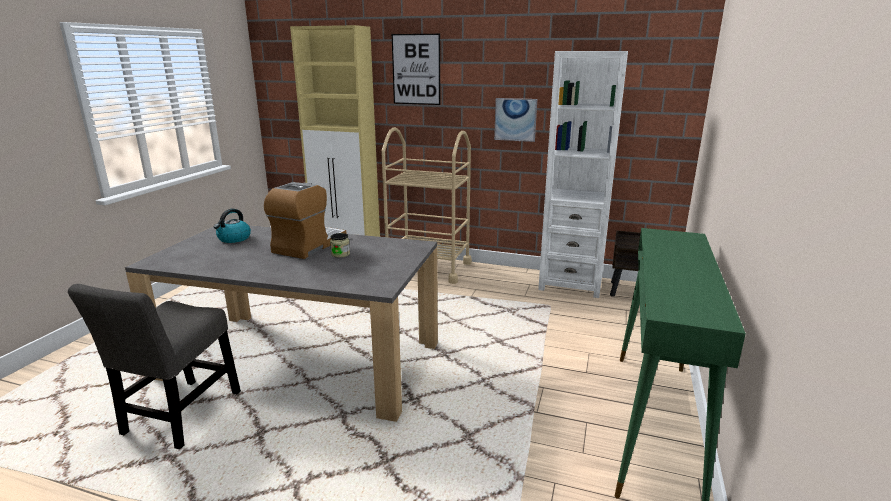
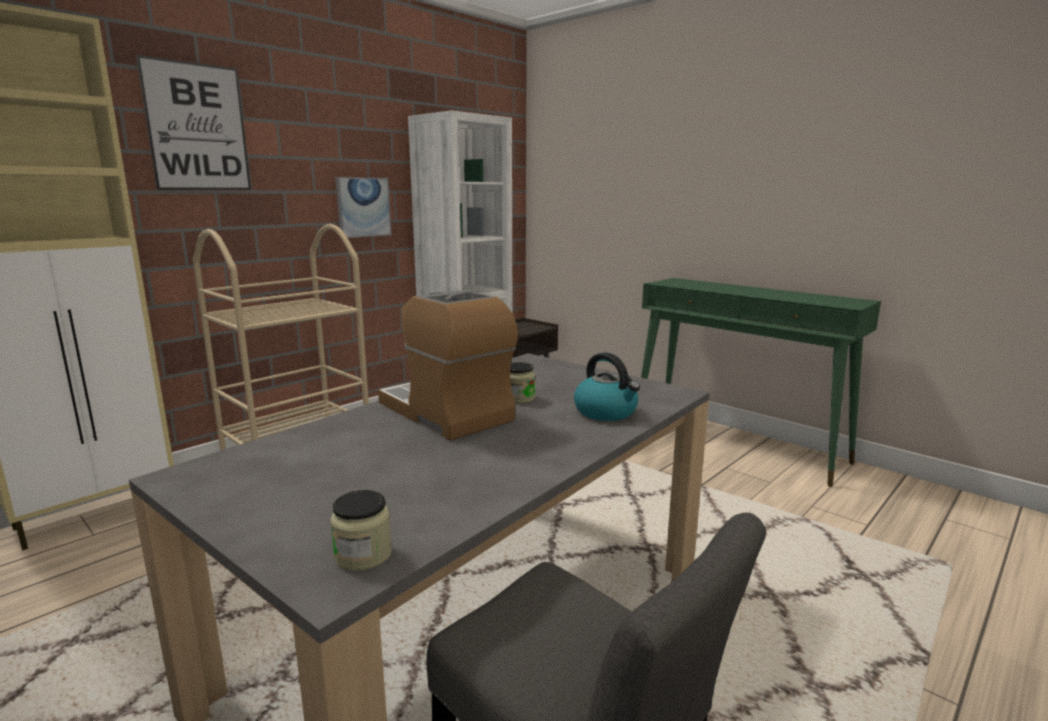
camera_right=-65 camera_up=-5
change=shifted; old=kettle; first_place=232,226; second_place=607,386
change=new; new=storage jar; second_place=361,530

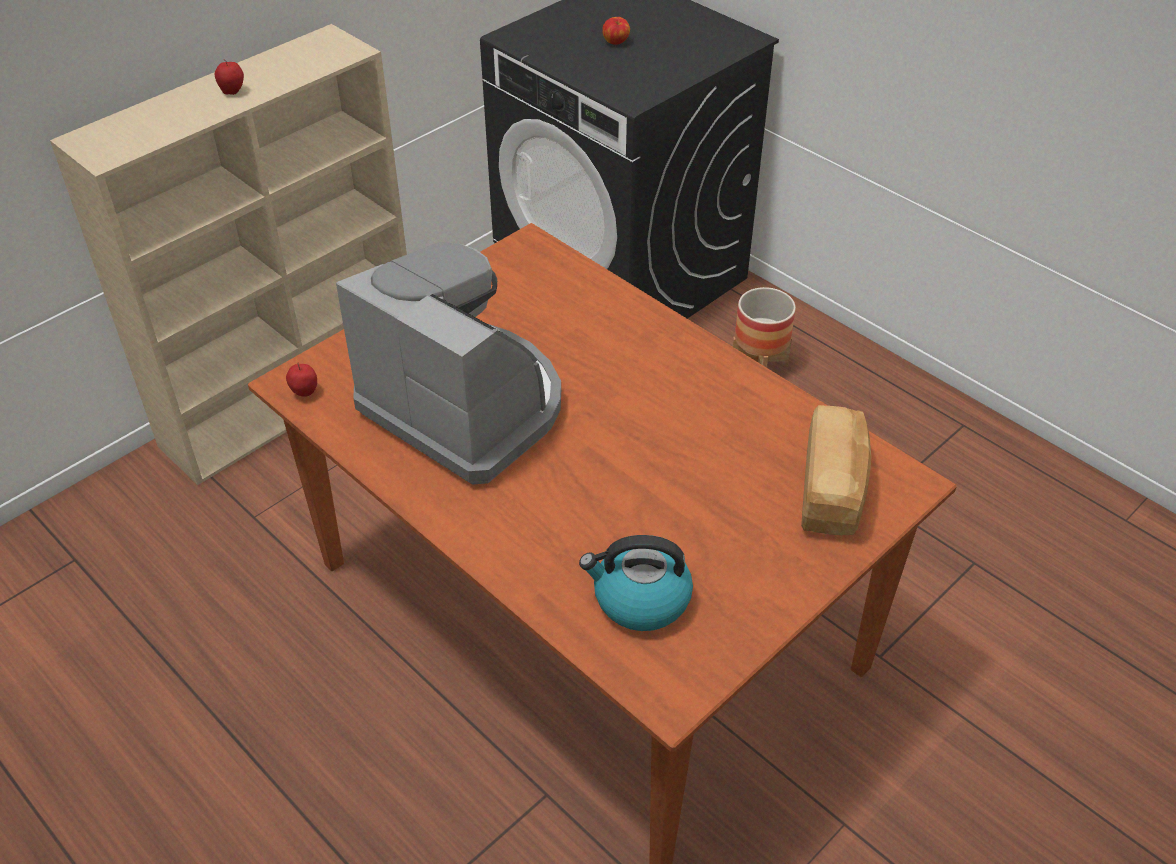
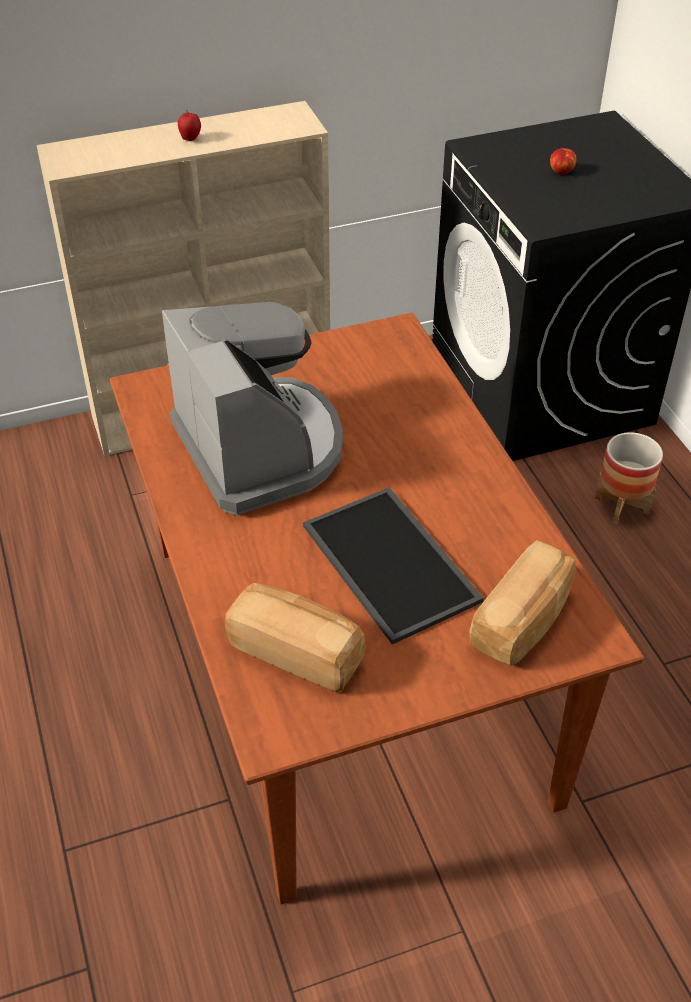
camera_right=25 camera_up=0
change=gone; old=whole apple; first_place=301,380
change=swapped; old=kettle; new=bakery bread; first_place=636,583; second_place=295,637
change=new; new=carrying tray; second_place=393,566

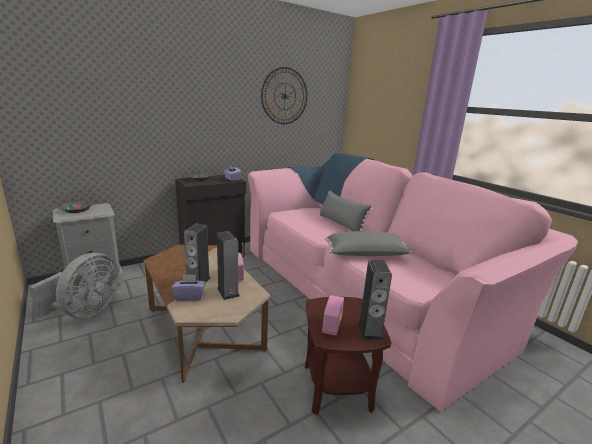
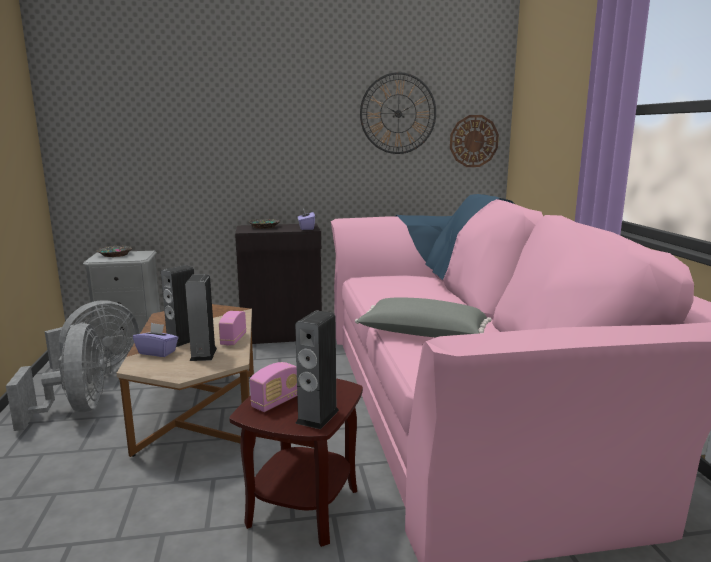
camera_right=25 camera_up=-5
change=gone; old=greyish pillow; first_place=346,211
change=new; new=clock on the wall; second_place=474,141
change=new; new=greyish electric fan; second_place=55,377

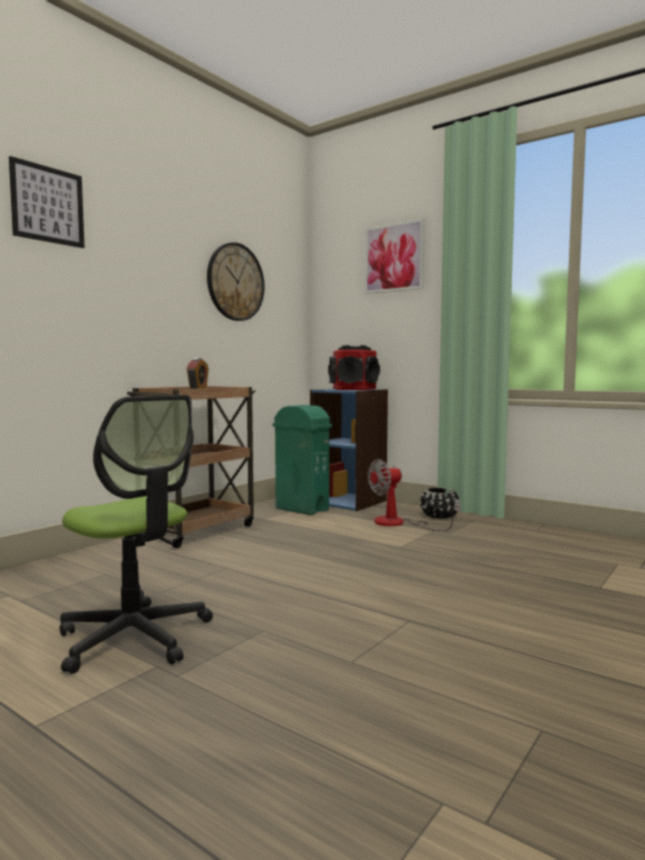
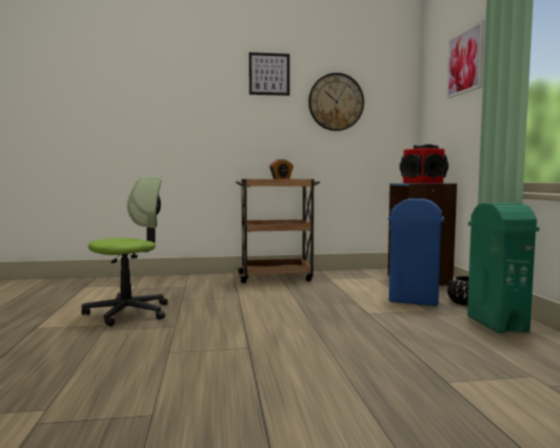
camera_right=45 camera_up=0
change=shifted; old=wall picture; first_place=47,202; second_place=269,74
change=rotated; old=computer chair; first_place=136,534; second_place=124,251; degrees=-135
change=shifted; old=greenish rubbish bin; first_place=302,460; second_place=503,268
change=swapped; old=electric fan; new=bluish rubbish bin; first_place=414,495; second_place=416,252

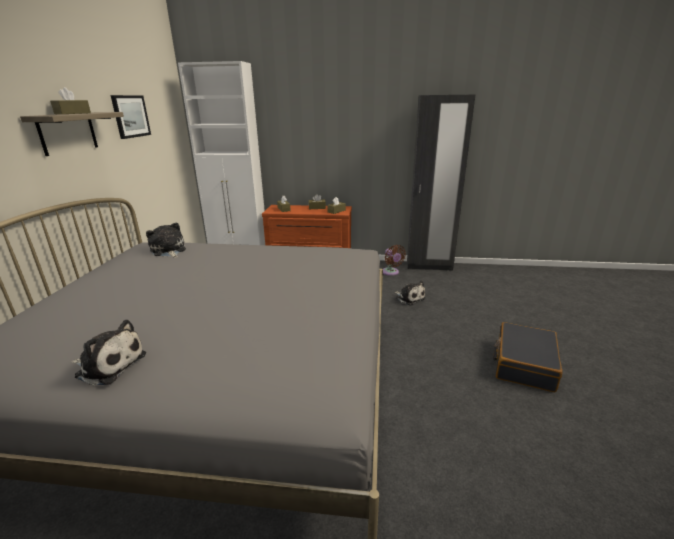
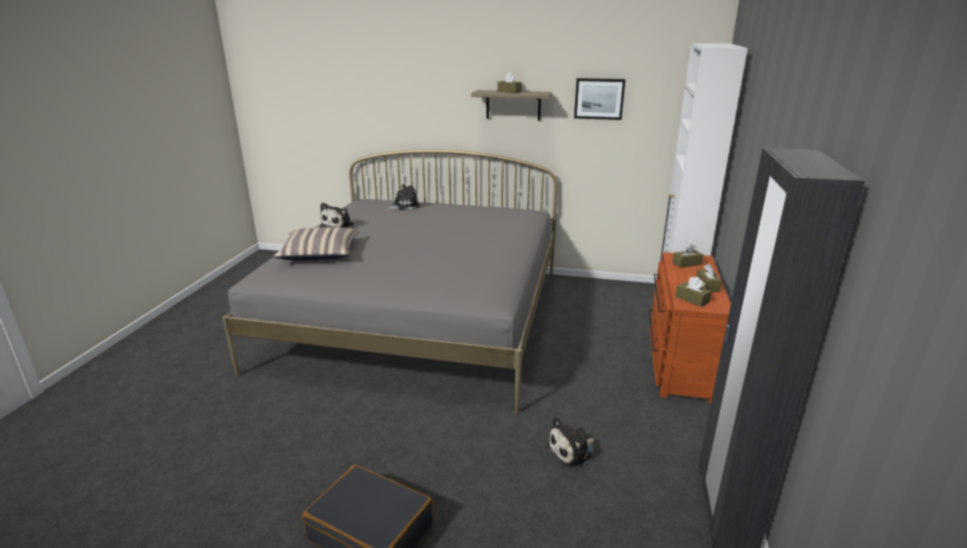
camera_right=95 camera_up=0
change=shifted; old=cuddly toy; first_place=166,240; second_place=403,197
change=gone; old=brownish electric fan; first_place=394,260
change=new; new=pillow; second_place=316,243

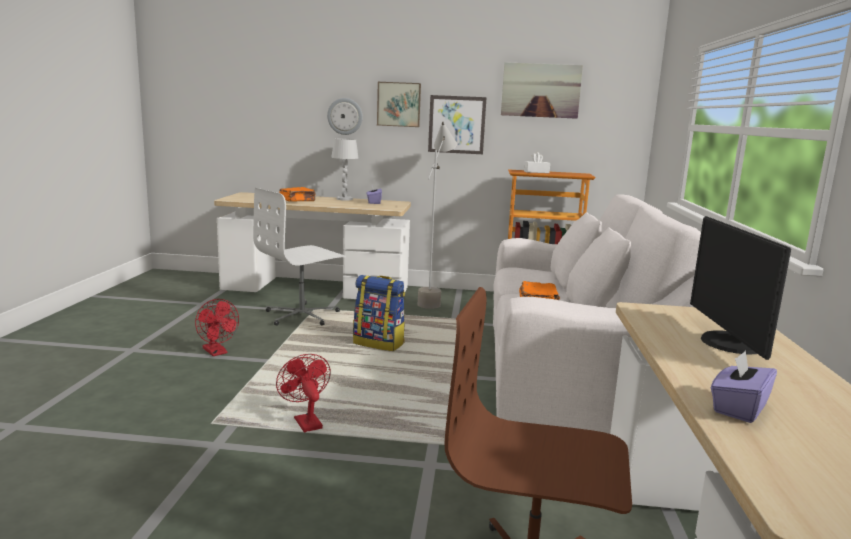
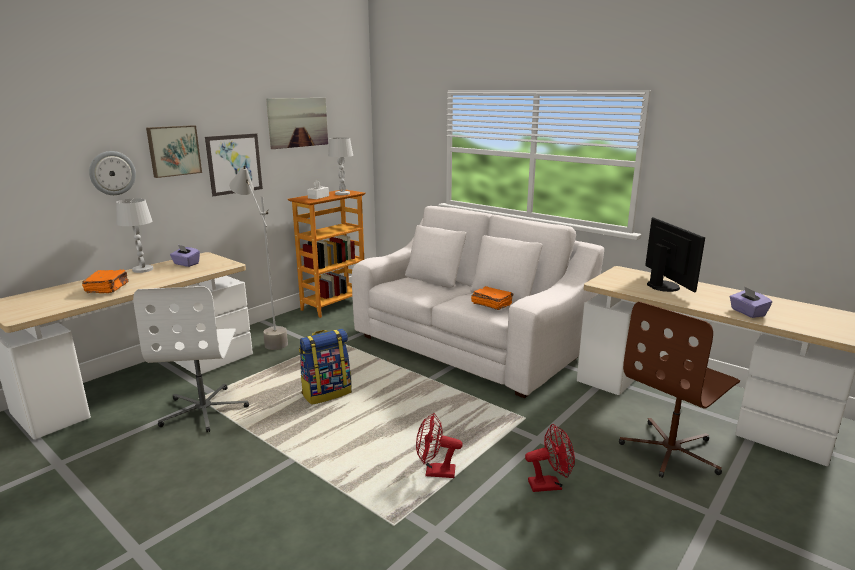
camera_right=-55 camera_up=5
change=rotated; old=computer display; first_place=740,288; second_place=675,255; degrees=-135
change=shifted; old=red electric fan; first_place=217,327; second_place=550,458
change=new; new=whitish tabletop lamp; second_place=340,166

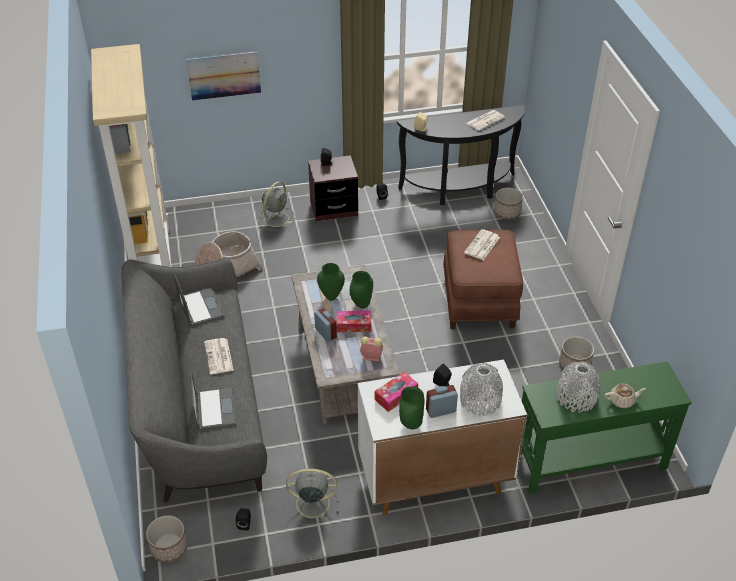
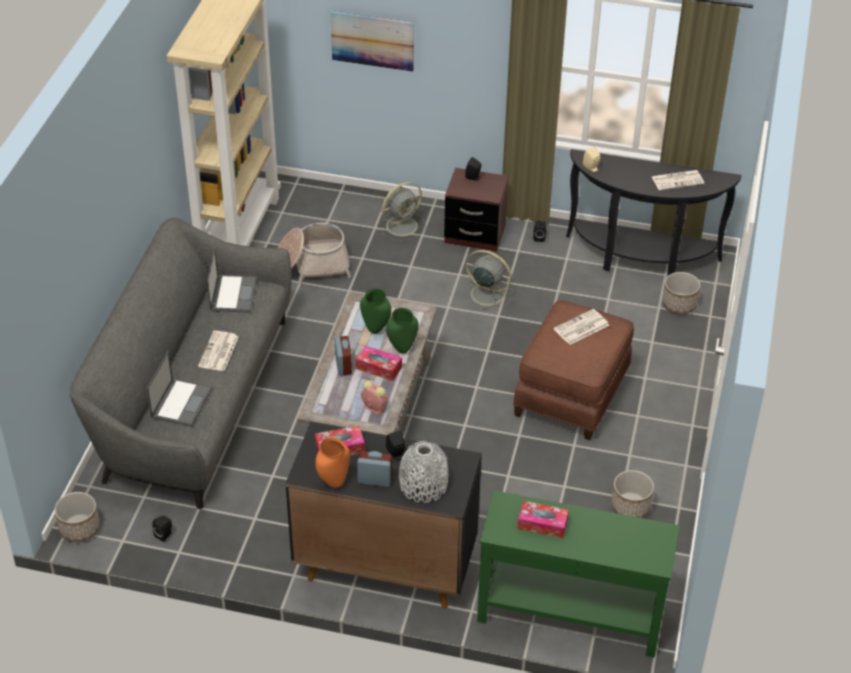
camera_right=25 camera_up=0
change=repainted; old=whitish storage cabinet; new=blackish storage cabinet; first_place=442,437; second_place=384,515
change=swapped; old=greyish vase; new=tissue box; first_place=579,387; second_place=543,519
change=gone; old=beige pot for tea; first_place=625,396
change=repainted; old=greenish vase; new=orangey vase; first_place=411,408; second_place=332,462
change=shifted; old=greyish electric fan; first_place=312,496; second_place=487,279

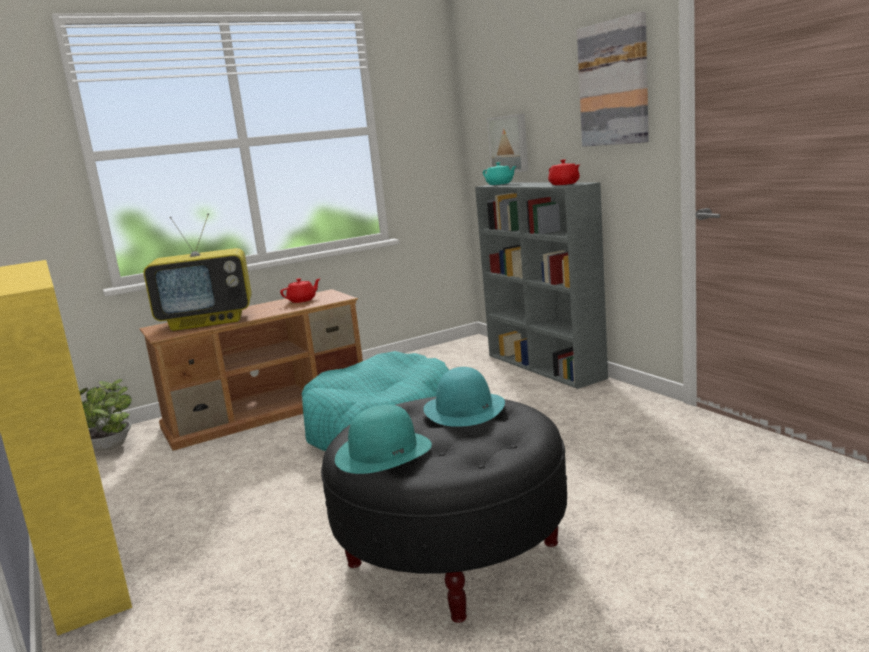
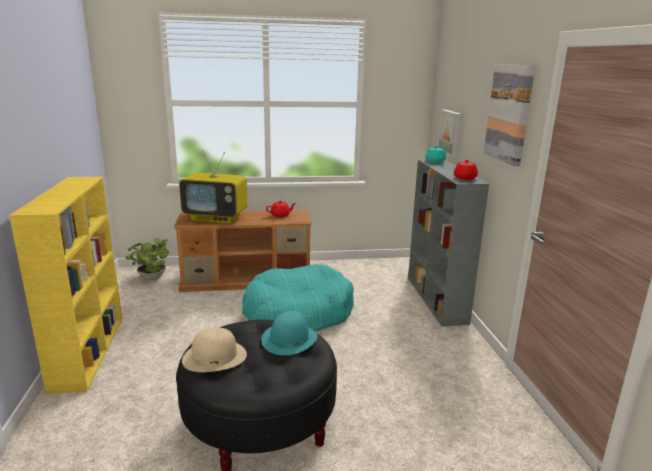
camera_right=20 camera_up=5
change=repainted; old=turquoise hat; new=beige hat; first_place=383,439; second_place=214,350

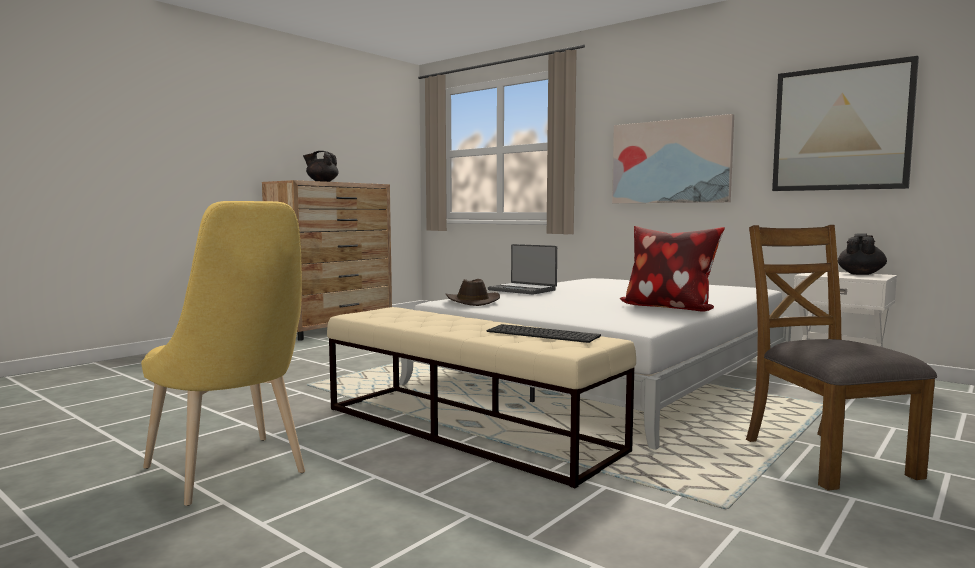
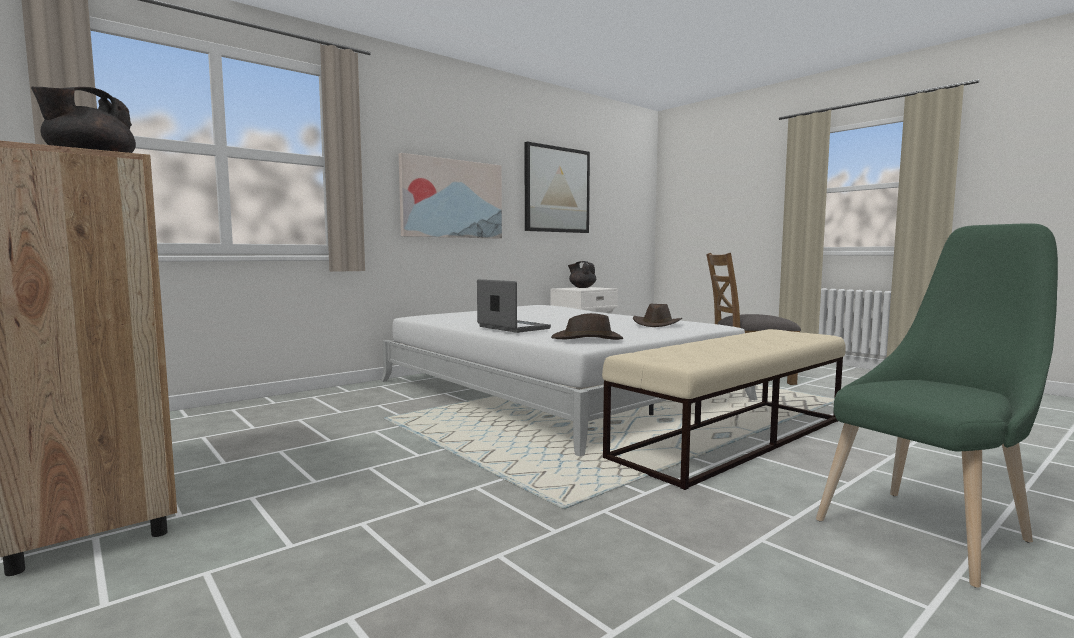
camera_right=-80 camera_up=0
change=repainted; old=yellow plain chair; new=greenish plain chair; first_place=223,353; second_place=937,405
change=gone; old=pillow; first_place=672,269
change=rotated; old=portable computer; first_place=522,269; second_place=514,306; degrees=-90
change=gone; old=keyboard; first_place=544,333
change=new; new=brownish hat; second_place=657,315

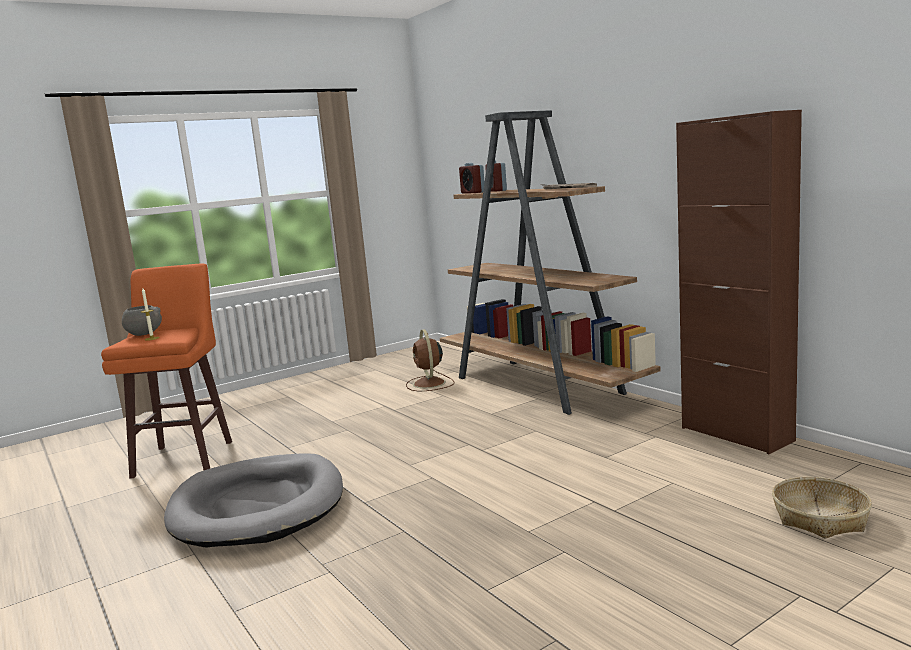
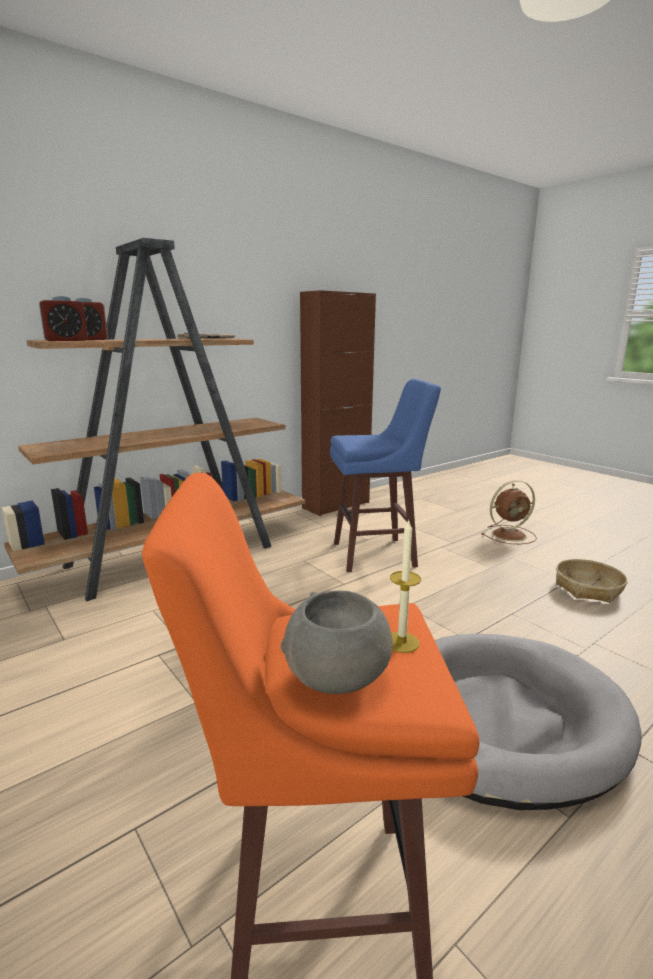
camera_right=-95 camera_up=5
change=shifted; old=brownish electric fan; first_place=430,360; second_place=509,512
change=shifted; old=storage basket; first_place=822,507; second_place=592,581
change=new; new=bluish sitting stool; second_place=385,475

